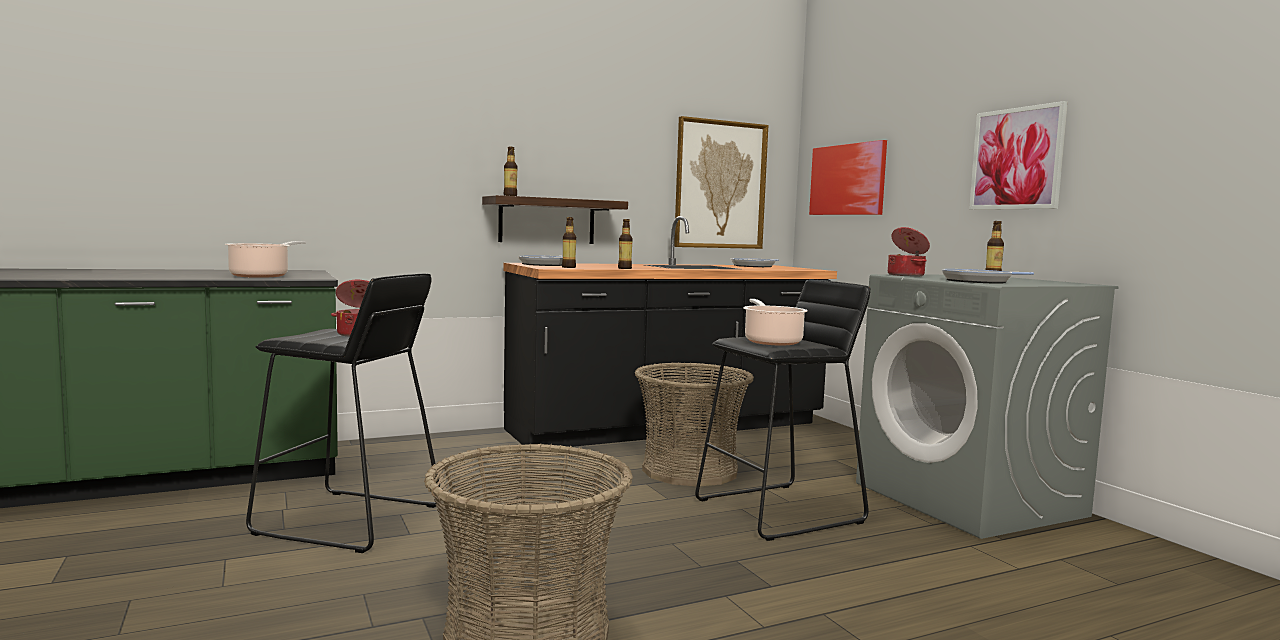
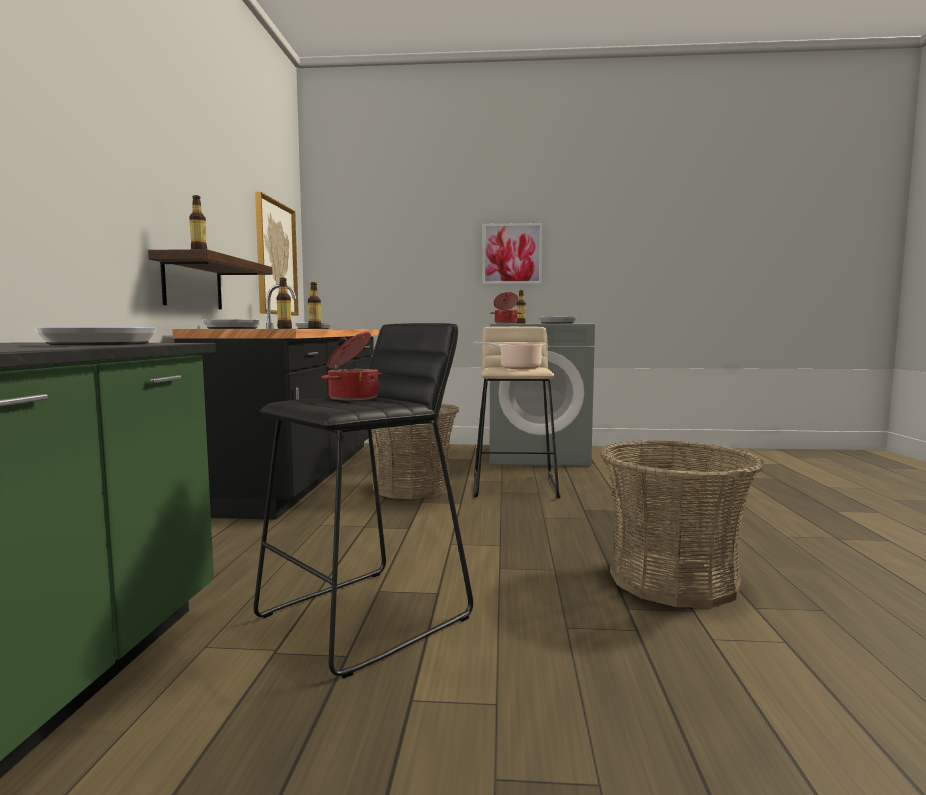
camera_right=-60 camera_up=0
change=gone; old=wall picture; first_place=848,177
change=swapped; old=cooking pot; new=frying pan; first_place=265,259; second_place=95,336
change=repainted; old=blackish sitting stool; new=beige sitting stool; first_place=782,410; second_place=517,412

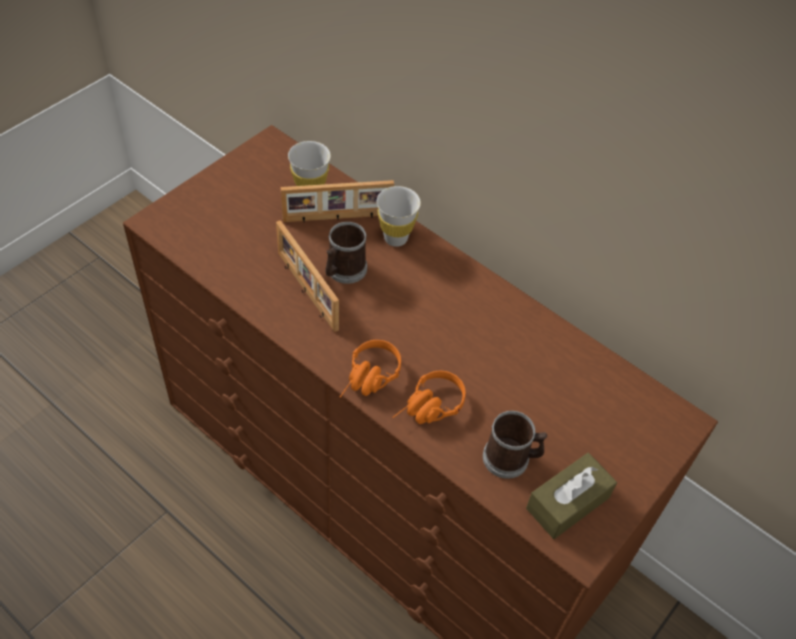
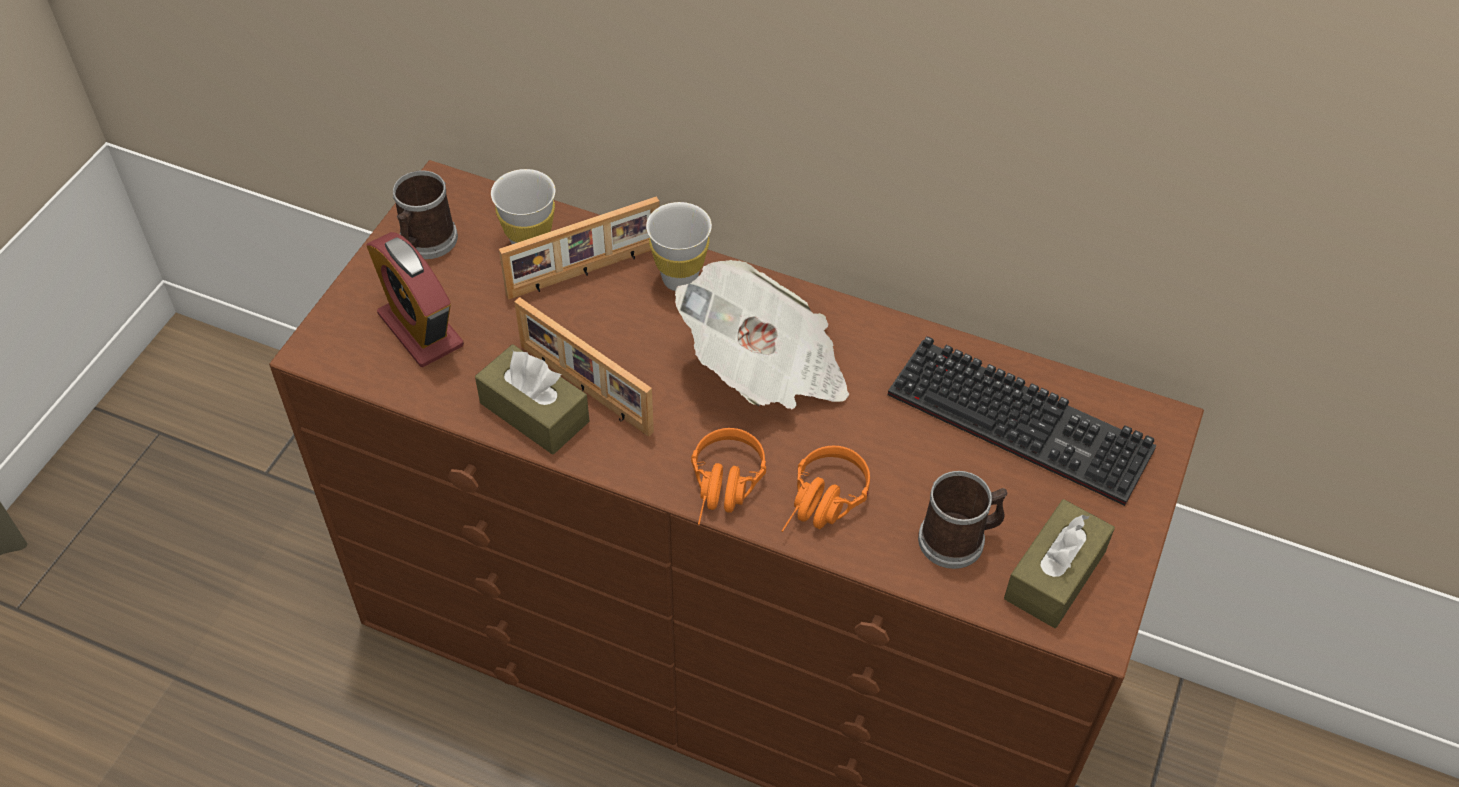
camera_right=-15 camera_up=0
change=shifted; old=tea mug; first_place=346,253; second_place=425,214
change=new; new=table clock; second_place=415,299
change=new; new=daily paper; second_place=762,334
change=new; new=keyboard; second_place=1022,421
change=new; new=brownish tissue box; second_place=532,399

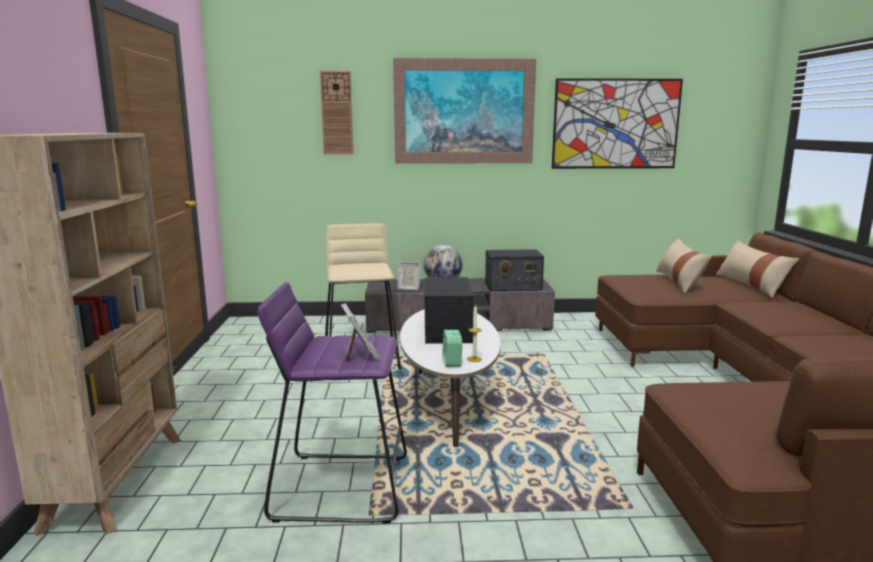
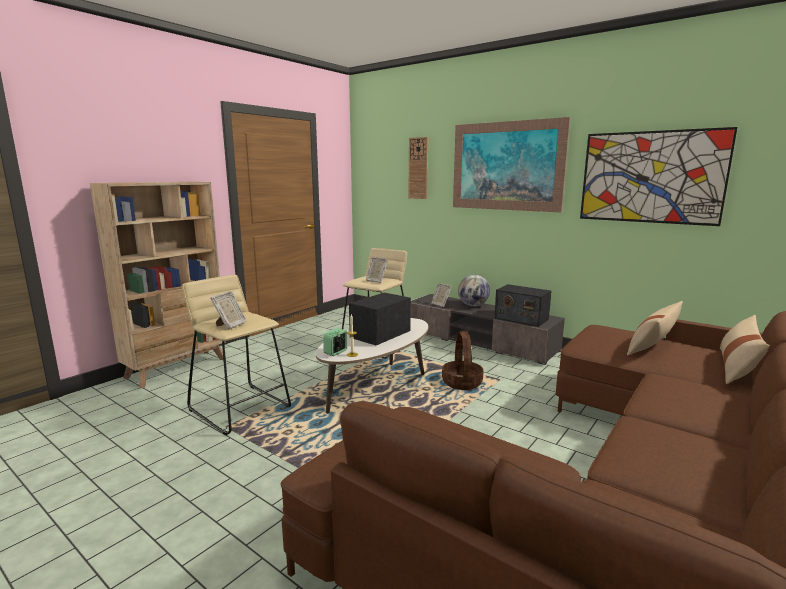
camera_right=40 camera_up=0
change=repainted; old=purple-coloured sitting stool; new=beige sitting stool; first_place=332,403; second_place=236,355
change=new; new=standing frame; second_place=377,270
change=new; new=storage basket; second_place=463,360

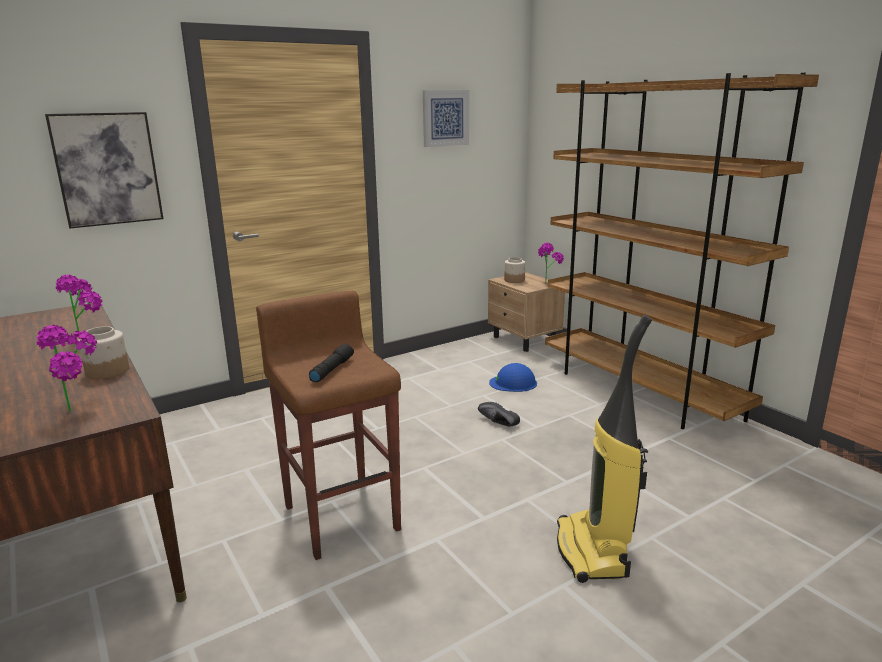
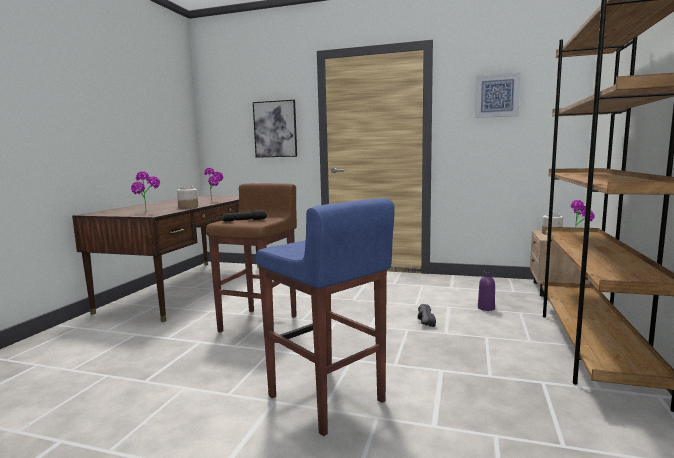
camera_right=50 camera_up=-10
change=swapped; old=vacuum cleaner; new=bluish sitting stool; first_place=604,449; second_place=325,317
change=swapped; old=bluish hard hat; new=purple-coloured beverage bottle; first_place=513,377; second_place=486,291

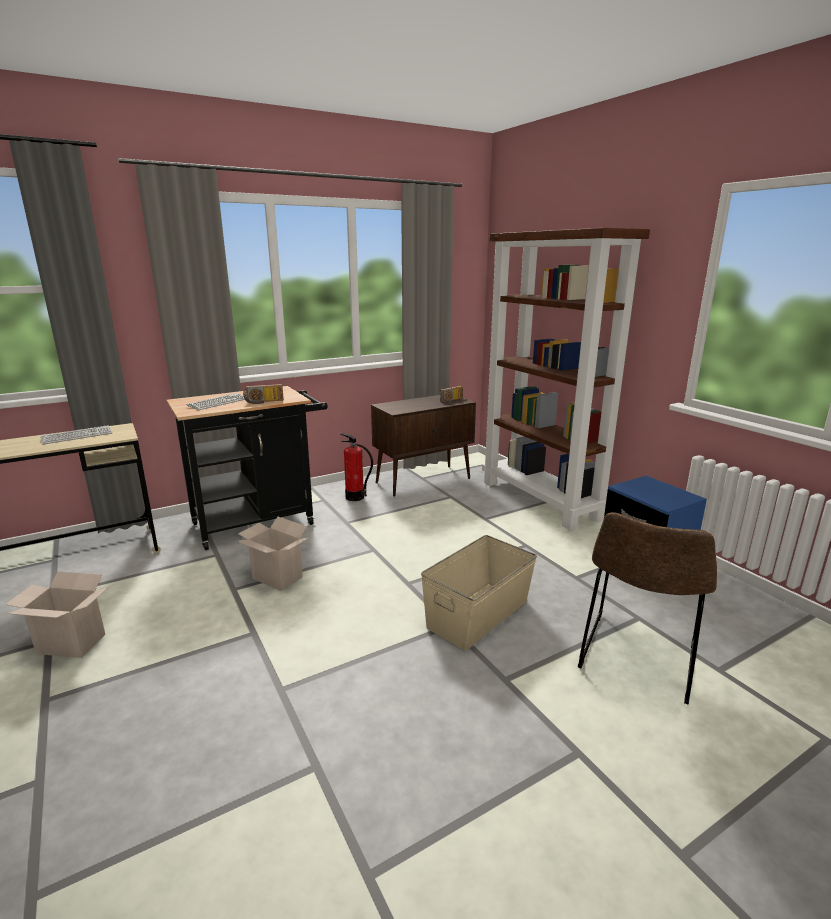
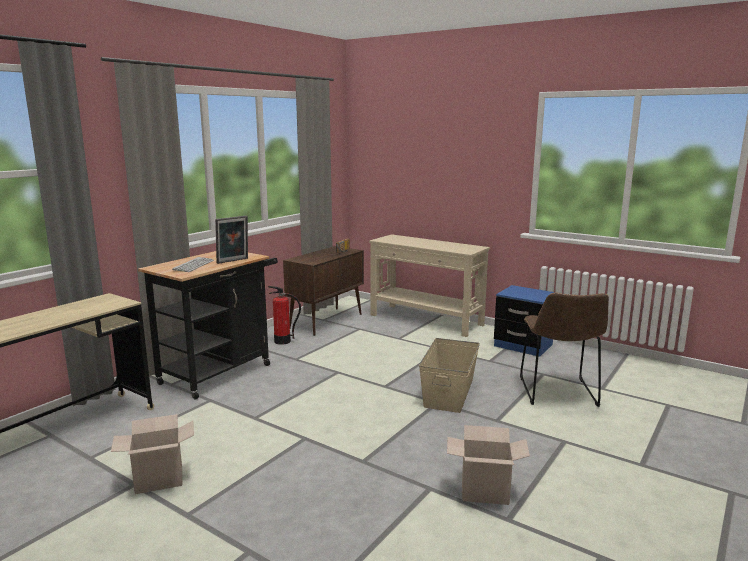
camera_right=-25 camera_up=-5
change=swapped; old=brownish shelving unit; new=beige hall table; first_place=566,379; second_place=429,285
change=swapped; old=radio set; new=standing frame; first_place=263,394; second_place=231,240
change=gone; old=keyboard; first_place=76,435
change=shifted; old=cardboard box; first_place=272,554; second_place=488,465

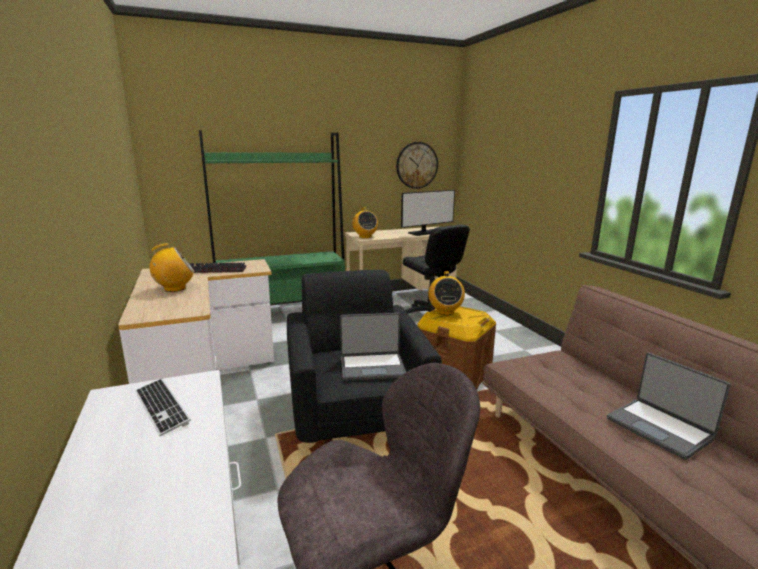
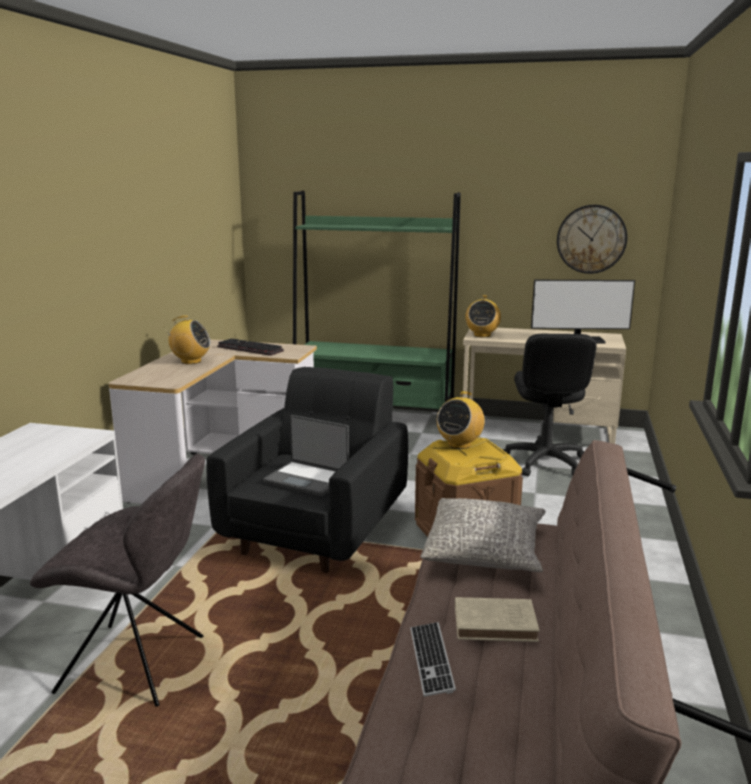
camera_right=35 camera_up=0
change=swapped; old=portable computer; new=beige bound book; first_place=669,406; second_place=497,619
change=shifted; old=keyboard; first_place=163,407; second_place=433,659
change=new; new=greyish pillow; second_place=483,535

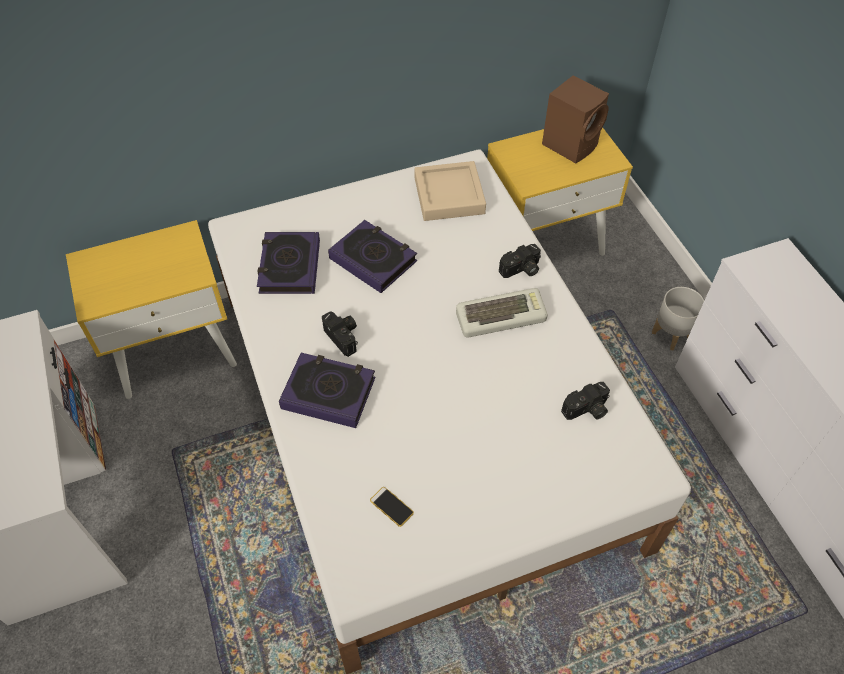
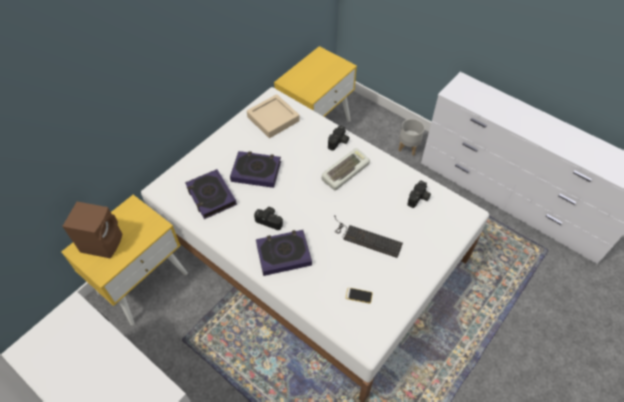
camera_right=-30 camera_up=0
change=shifted; old=brownish loudspeaker; first_place=575,119; second_place=92,230
change=new; new=keyboard; second_place=368,236

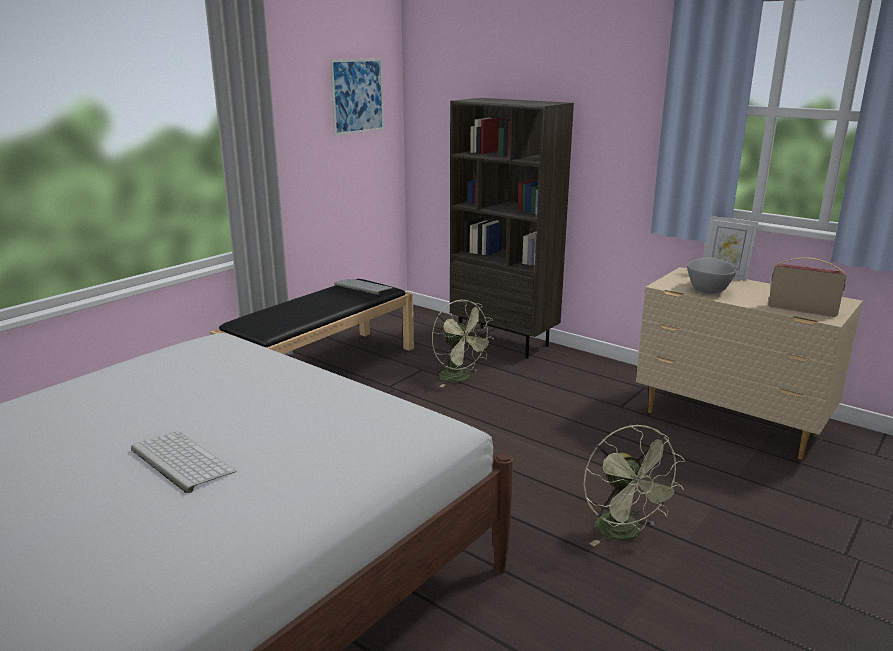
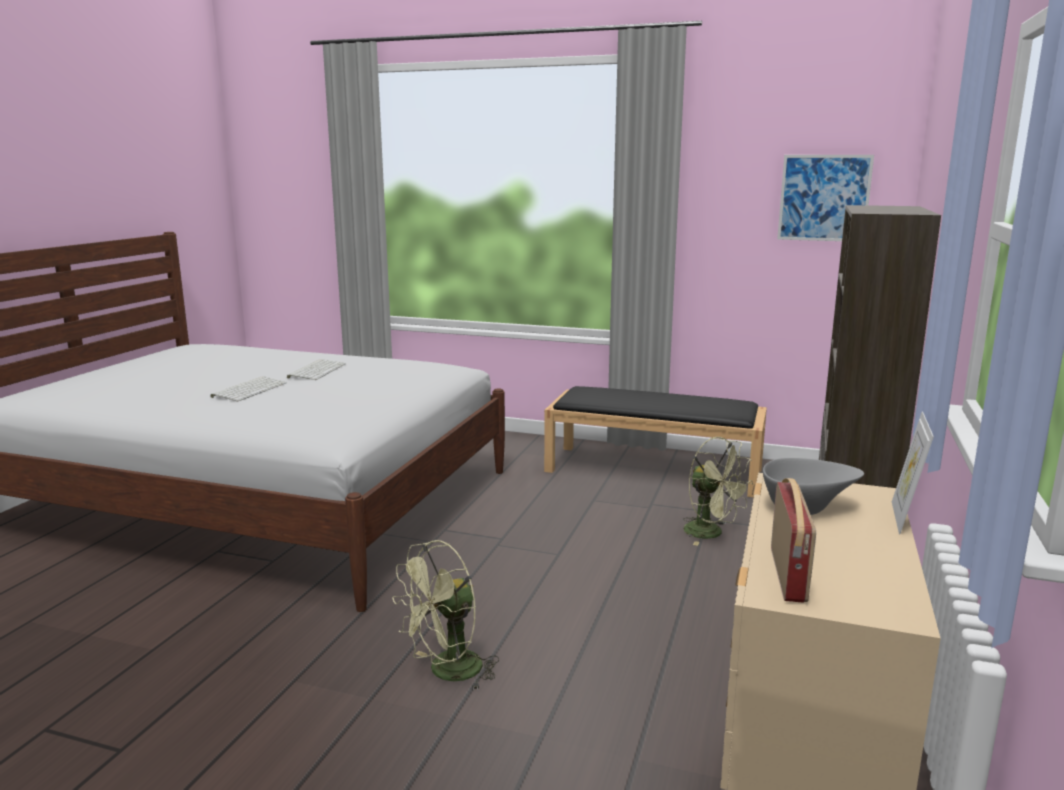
camera_right=70 camera_up=-5
change=shifted; old=keyboard; first_place=364,287; second_place=316,369
change=rotated; old=greenish electric fan; first_place=463,343; second_place=718,491; degrees=-75

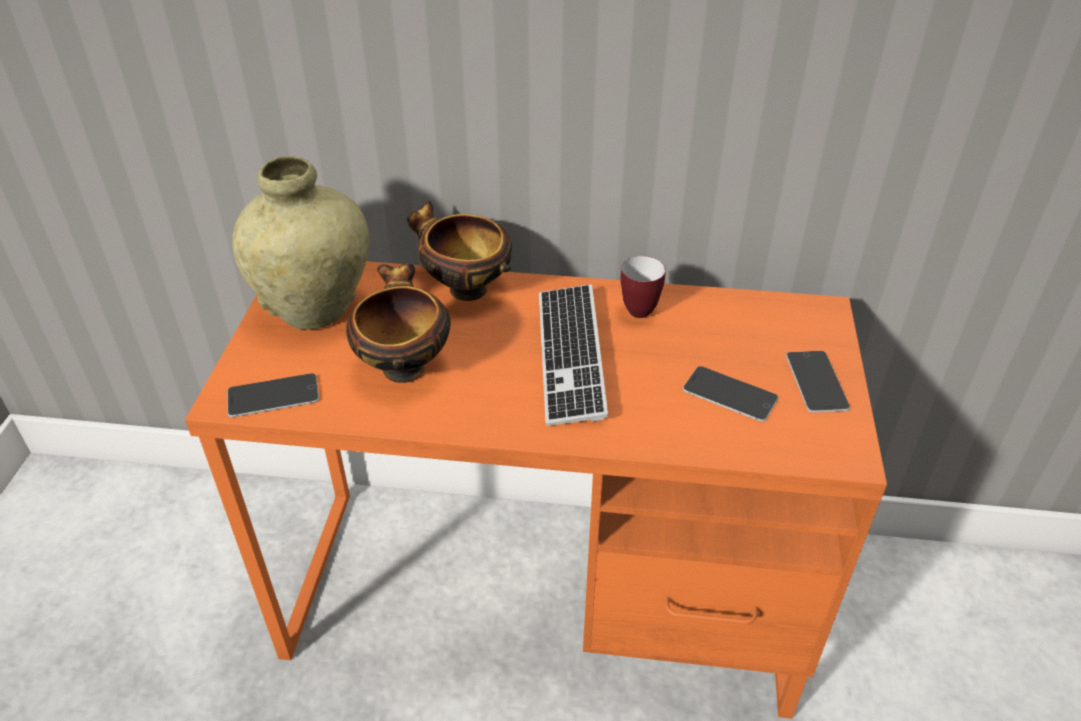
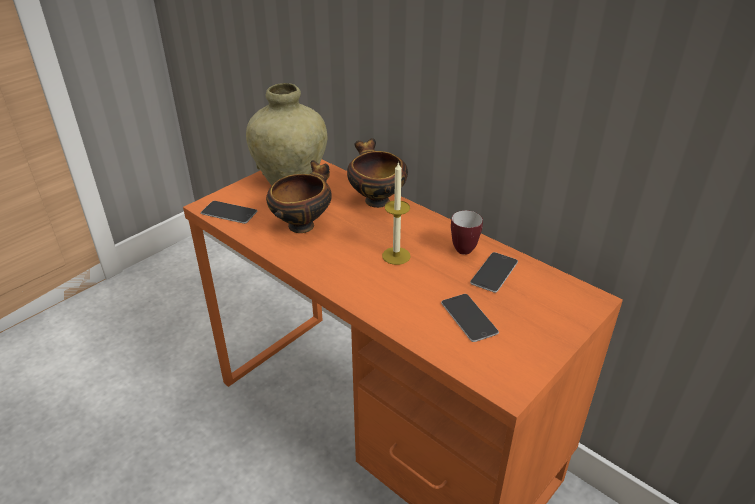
camera_right=35 camera_up=-5
change=swapped; old=keyboard; new=wax candle; first_place=573,355; second_place=396,213
change=shifted; old=telephone; first_place=818,382; second_place=494,272

